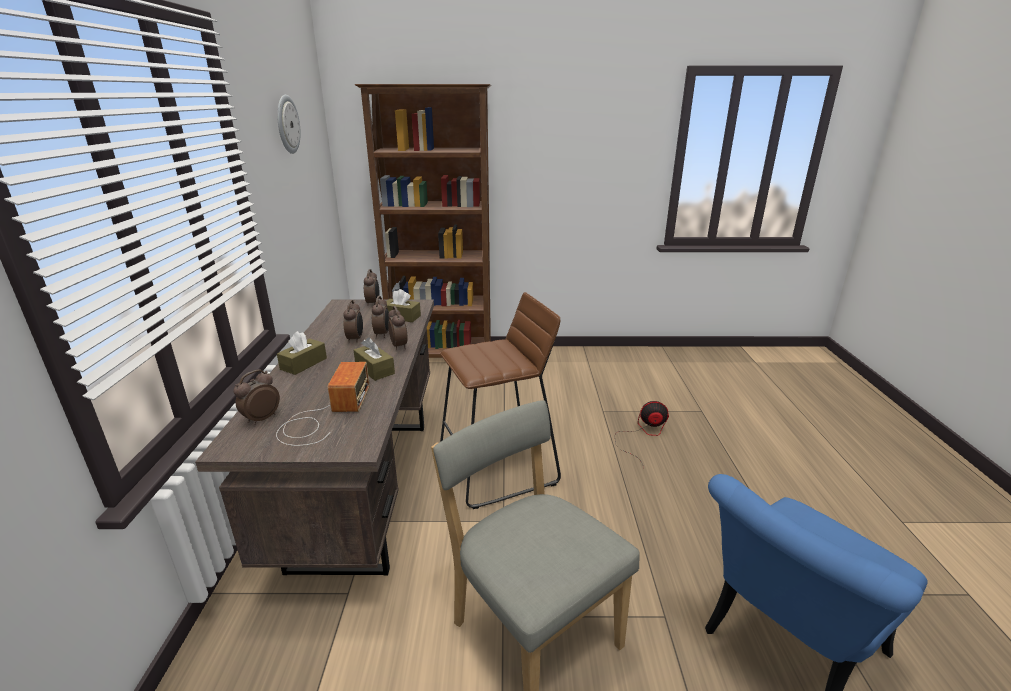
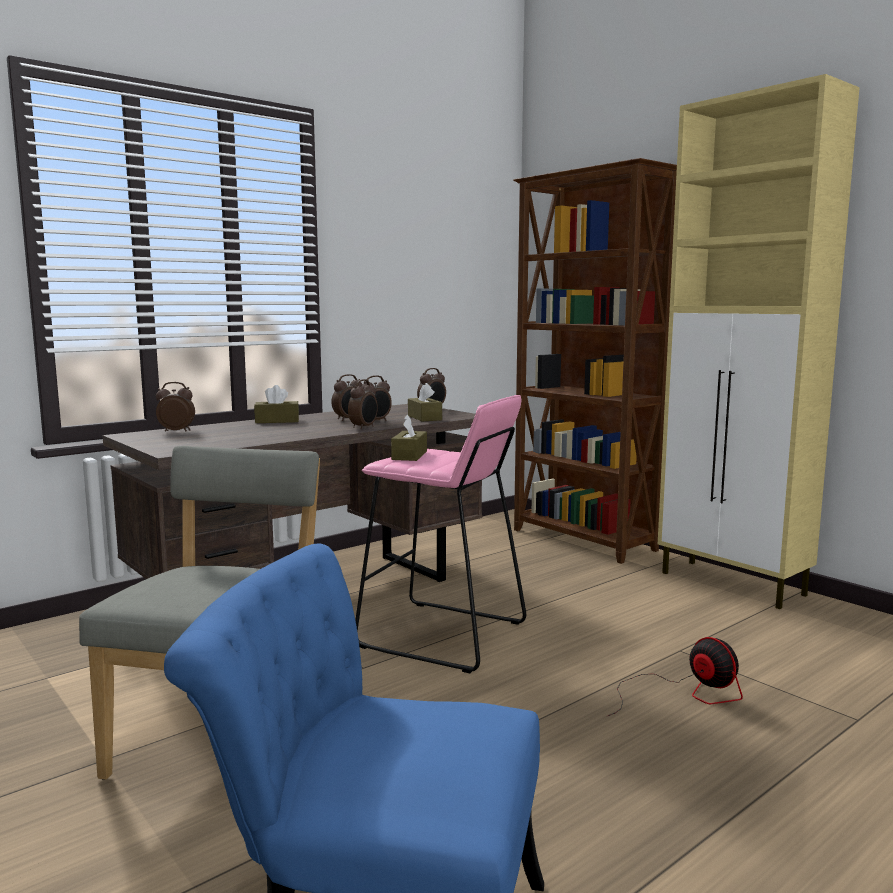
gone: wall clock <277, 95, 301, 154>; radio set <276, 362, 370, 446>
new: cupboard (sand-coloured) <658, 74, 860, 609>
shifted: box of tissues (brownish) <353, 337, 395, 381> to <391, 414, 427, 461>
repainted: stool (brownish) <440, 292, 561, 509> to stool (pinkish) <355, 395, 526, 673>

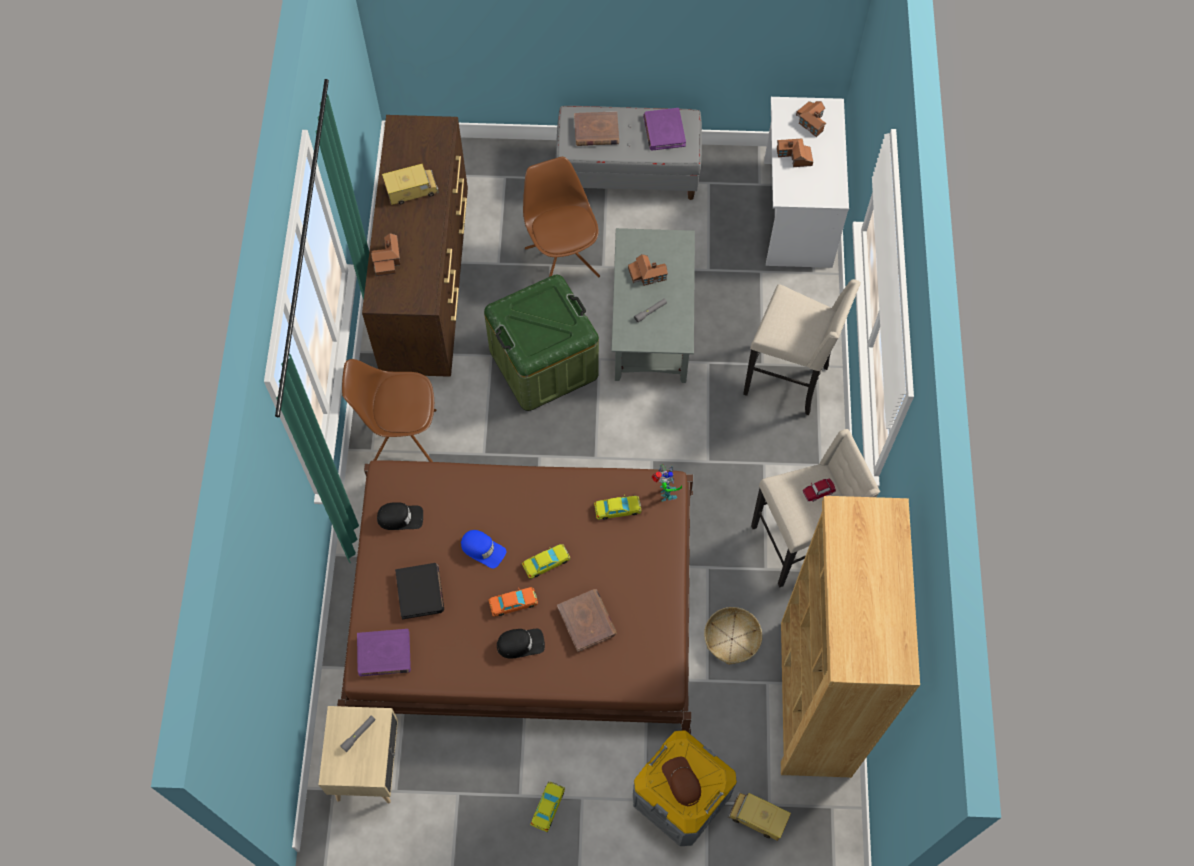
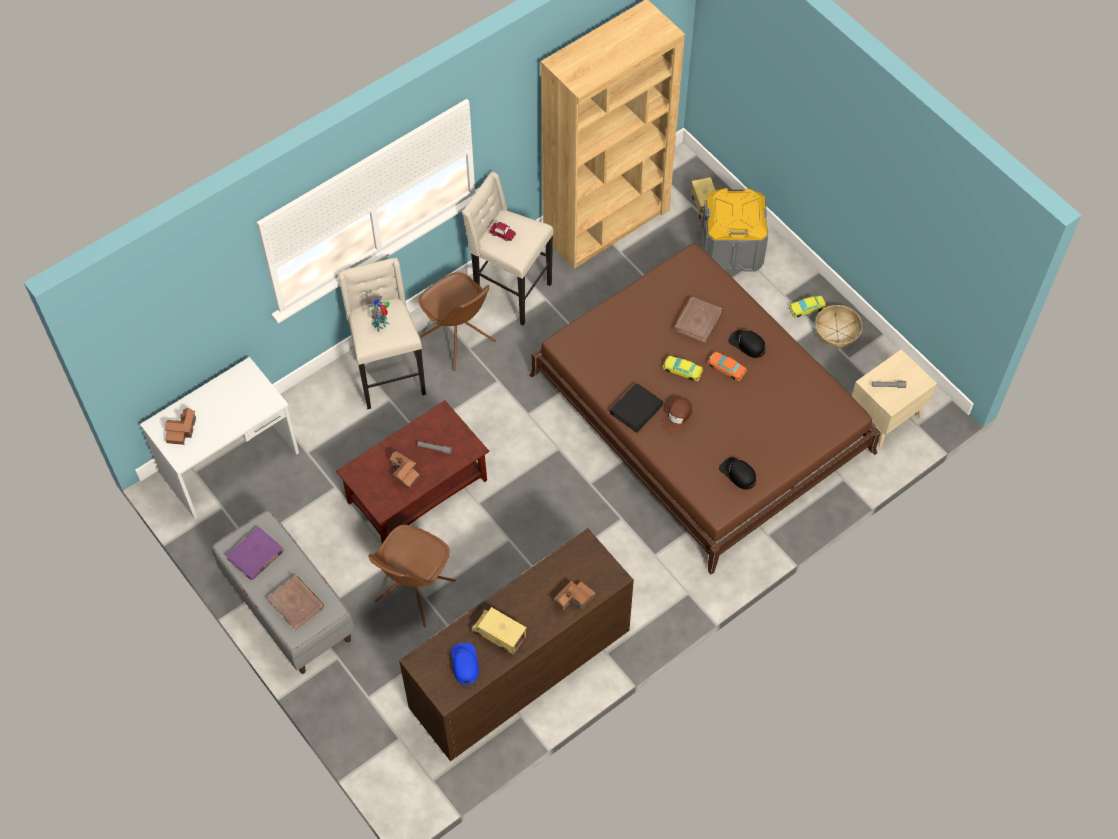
gone: model house <777, 138, 813, 167>; storage box (greenish) <484, 275, 599, 411>; miniature car (yellowish) <594, 495, 641, 520>; volume (purplish) <357, 629, 411, 676>
shifted: upright chair (brownish) <342, 359, 437, 462> to <418, 272, 496, 371>; toy robot <651, 464, 682, 502> to <369, 296, 390, 332>; baseball cap (blue) <461, 530, 507, 568> to <451, 643, 479, 685>; volume (blackish) <395, 563, 444, 619> to <610, 384, 663, 433>; basket <704, 607, 762, 665> to <815, 305, 862, 349>; baseball cap (brownish) <662, 757, 701, 806> to <662, 397, 692, 435>
repainted: low table (greyish) <611, 228, 695, 383> to low table (brownish) <336, 400, 489, 543>

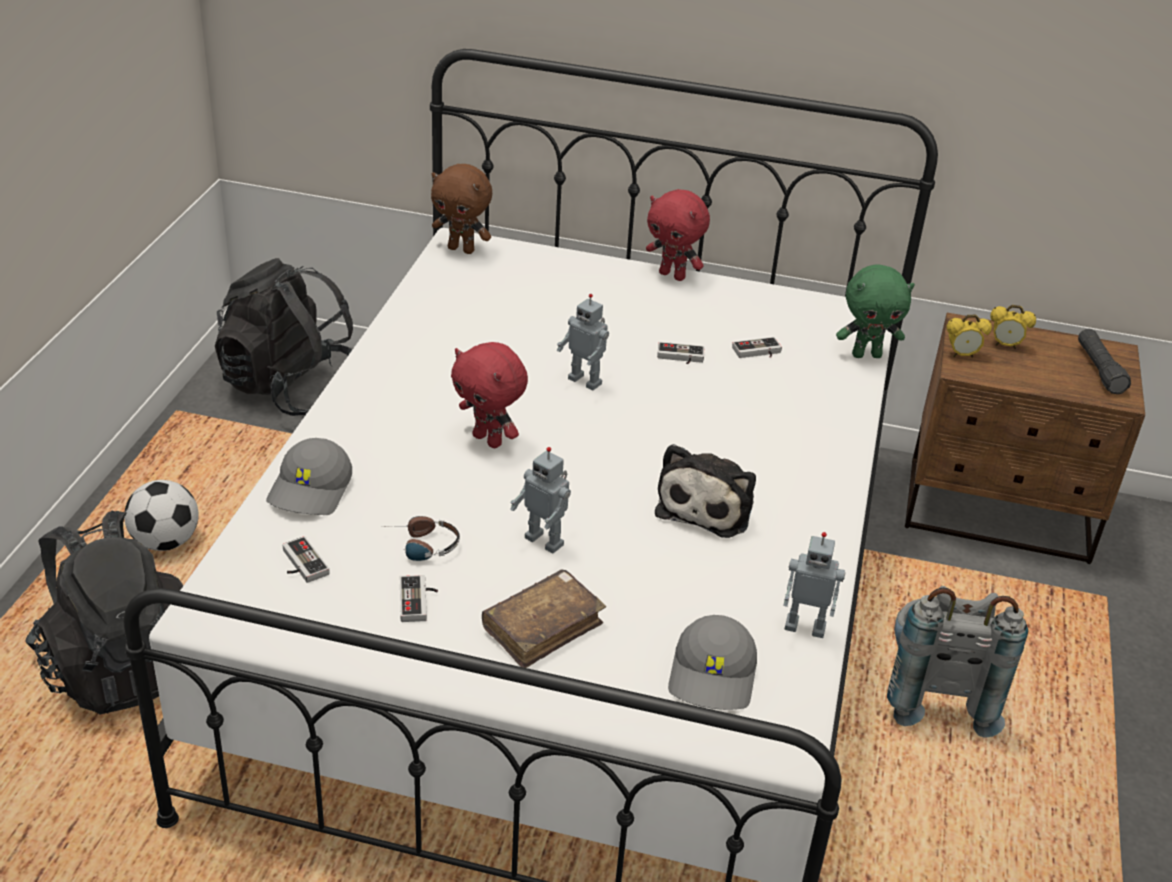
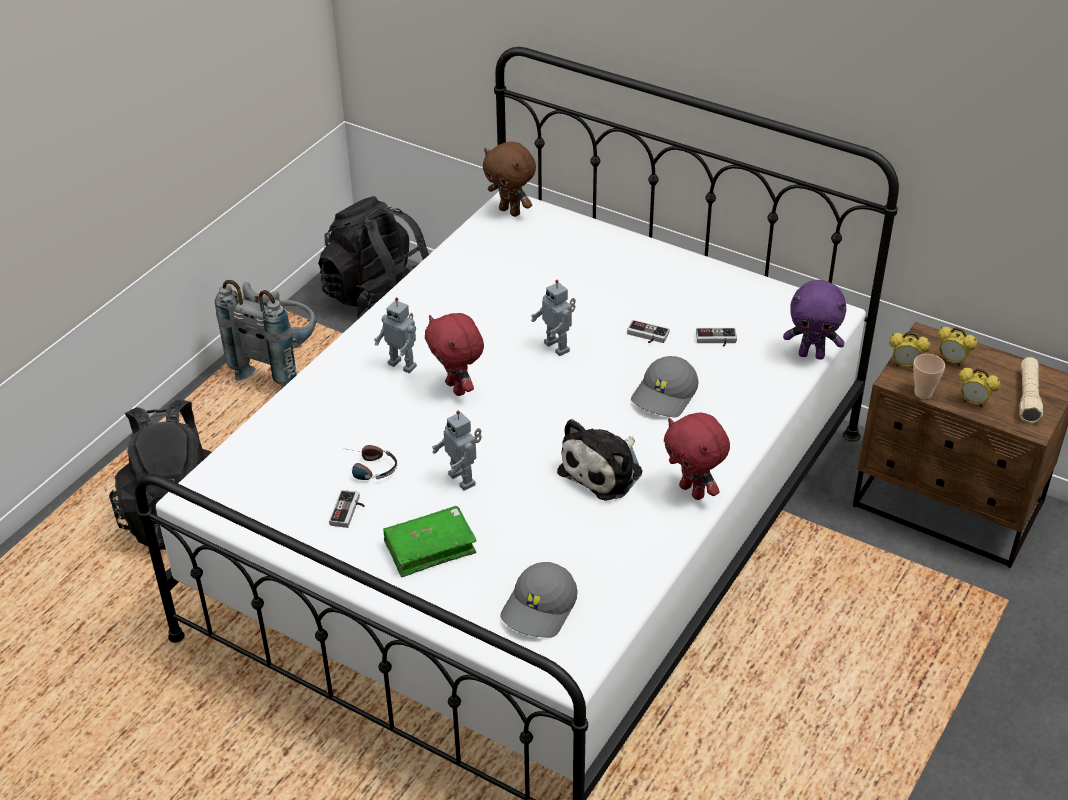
gone: football ball <124, 480, 199, 551>; joypad <282, 536, 330, 583>
new: cup <913, 354, 945, 399>; table clock <958, 368, 1000, 408>
shifted: cuddly toy (reddish) <646, 189, 710, 281> to <664, 412, 730, 500>; baseball cap (greyish) <266, 438, 352, 515> to <631, 356, 699, 418>; toy robot <783, 532, 845, 638> to <374, 298, 417, 373>; rucksack (greyish) <887, 586, 1028, 738> to <215, 280, 316, 389>
repainted: cuddly toy (greenish) <836, 264, 915, 358> to cuddly toy (purplish) <783, 280, 846, 360>; hand torch (blackish) <1078, 329, 1131, 394> to hand torch (sand-coloured) <1019, 357, 1043, 424>; volume (brownish) <482, 569, 606, 668> to volume (greenish) <383, 506, 477, 577>

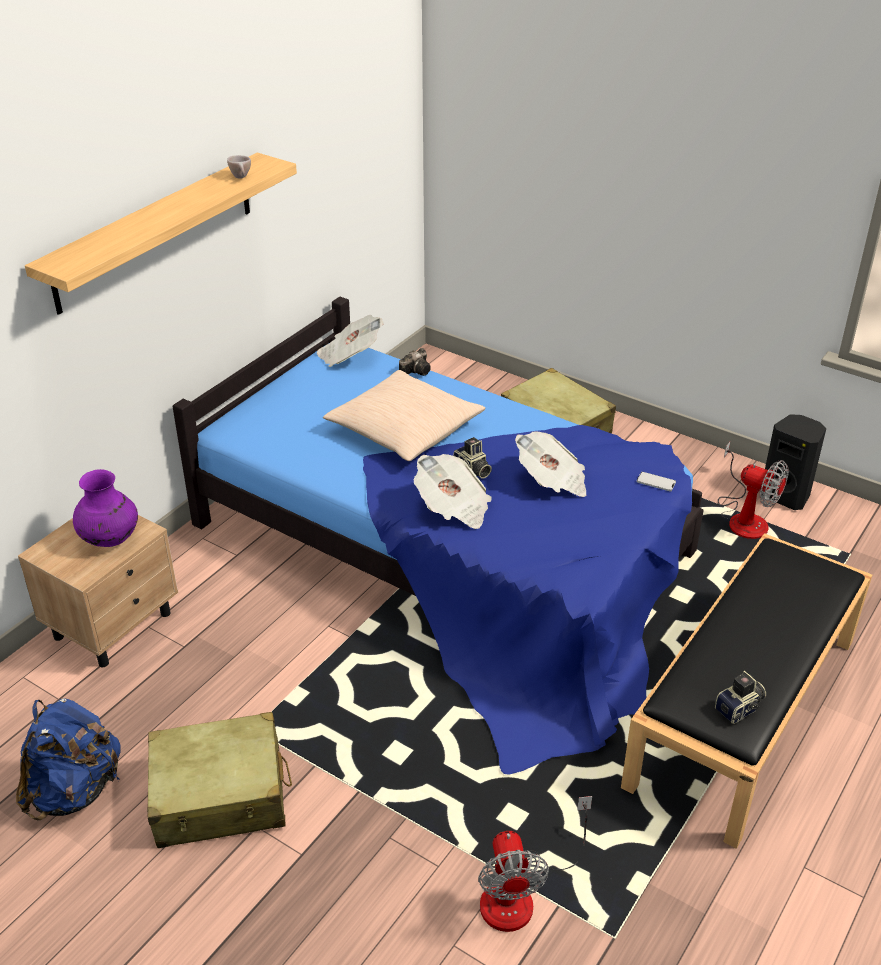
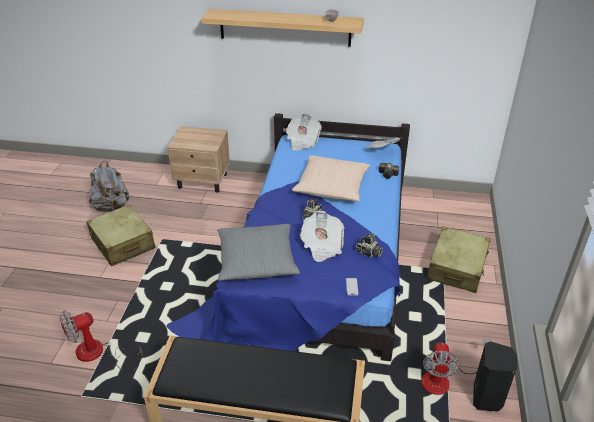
gone: vase (purplish) <73, 469, 138, 547>
new: pillow (greyish) <217, 224, 300, 281>
shifted: newspaper <413, 454, 492, 529> to <286, 114, 322, 150>; still camera <715, 671, 766, 724> to <355, 233, 383, 257>
repainted: rucksack (blue) <16, 698, 121, 821> to rucksack (greyish) <89, 161, 129, 212>

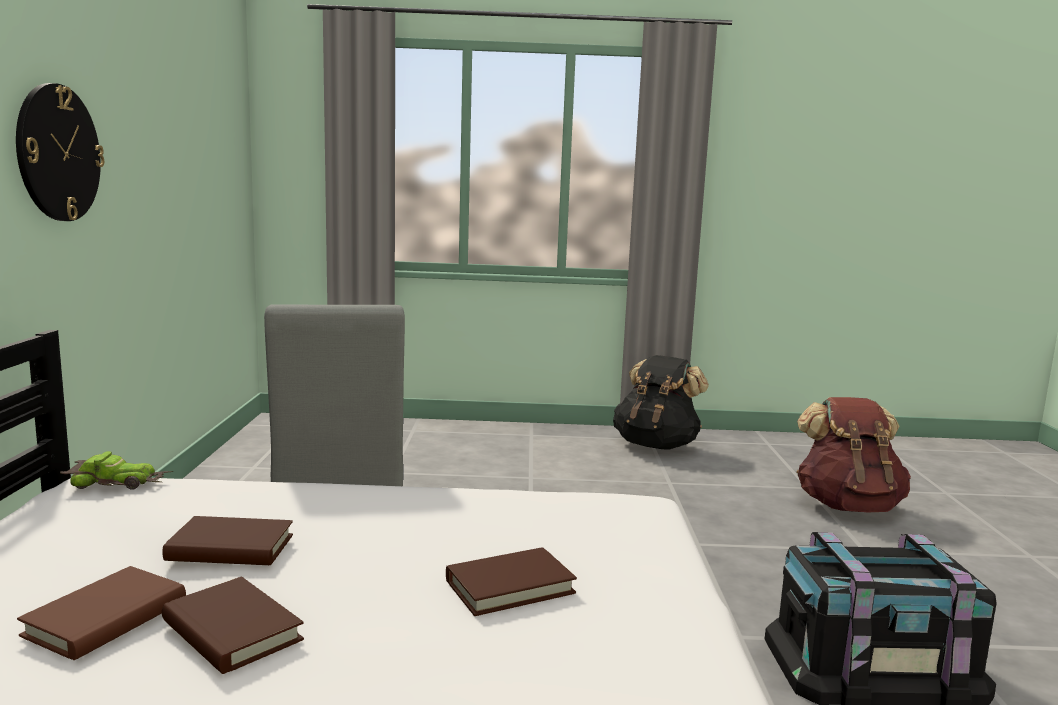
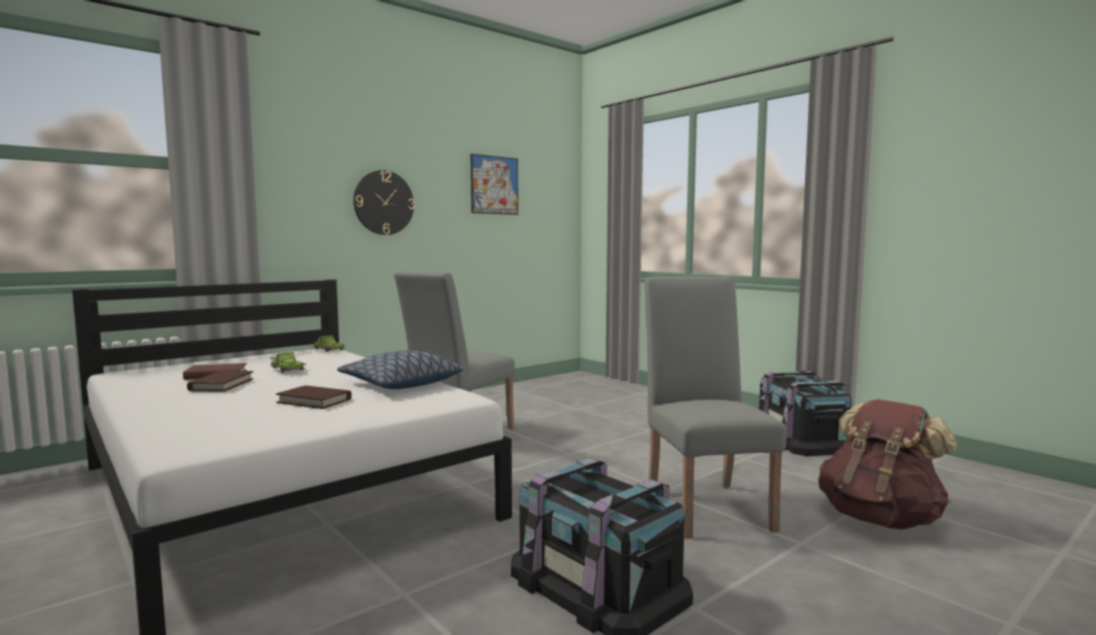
new: wall picture <471, 154, 518, 215>; upright chair (greyish) <644, 277, 787, 539>; pillow <337, 350, 464, 389>
swapped: rucksack (blackish) <613, 355, 709, 450> to storage box (blackish) <759, 371, 852, 456>; volume (brownish) <162, 516, 293, 565> to miniature car <270, 352, 306, 373>

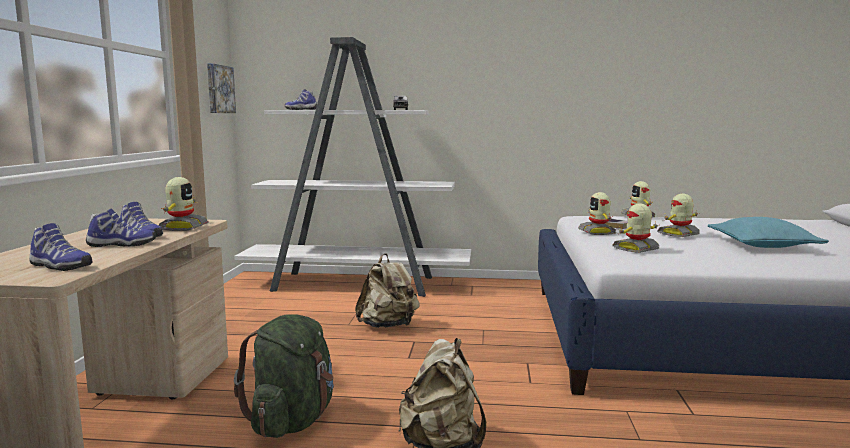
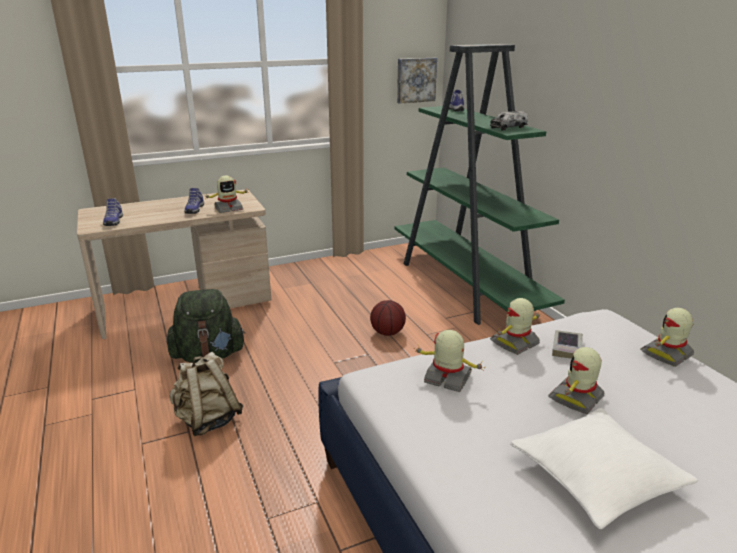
gone: shoe <86, 208, 156, 247>
swapped: rucksack (sand-coloured) <355, 253, 420, 328> to basketball <370, 300, 406, 336>
repainted: shelving unit (white-coloured) <234, 37, 471, 297> to shelving unit (greenish) <394, 44, 565, 325>; pillow (turquoise) <708, 217, 829, 248> to pillow (white-coloured) <510, 408, 698, 529>
rotated: toy robot <657, 194, 700, 237> = <548, 347, 605, 414> 75 degrees counterclockwise

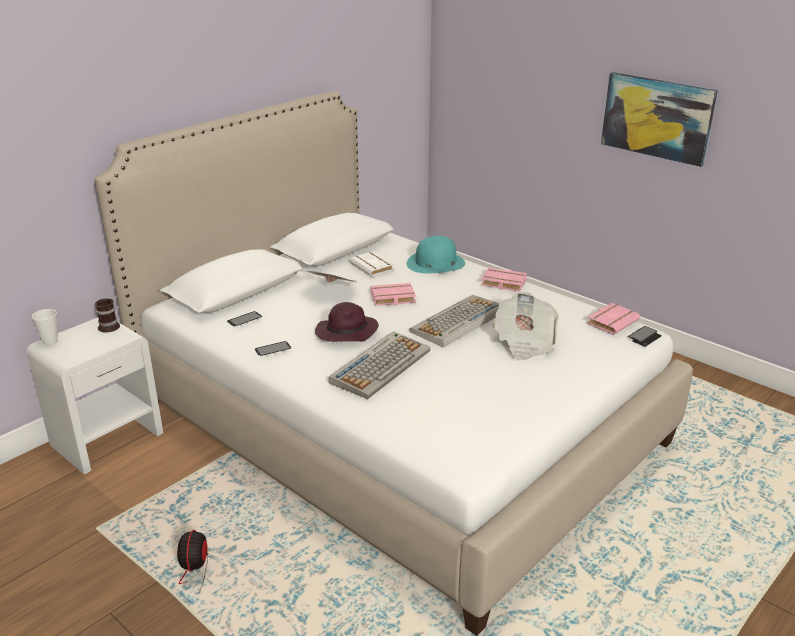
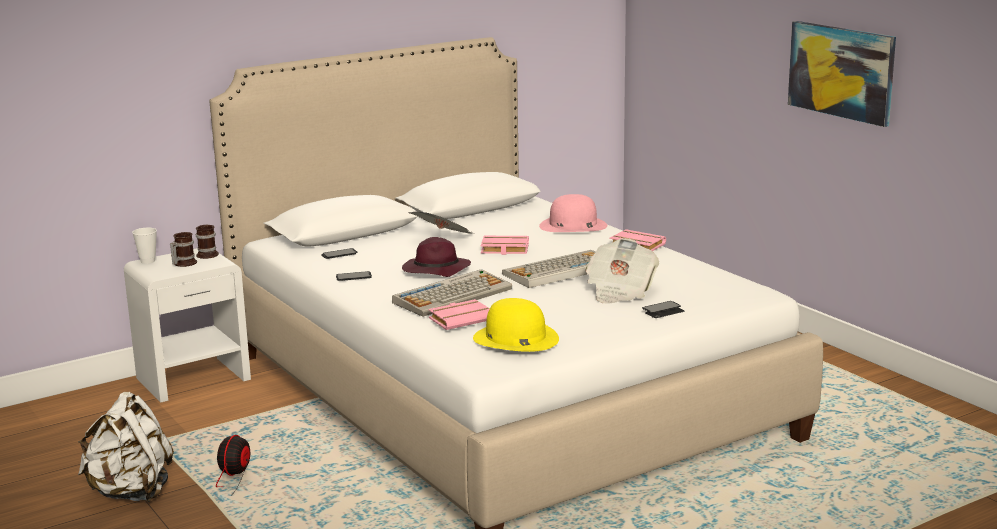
gone: volume (white-coloured) <350, 251, 395, 277>
new: coffee mug <170, 232, 197, 267>; wearable hat (yellowish) <473, 298, 559, 352>; rucksack (white-coloured) <78, 392, 174, 502>
shifted: volume (pinkish) <587, 303, 640, 335> to <428, 299, 490, 330>; phone <628, 326, 661, 347> to <642, 301, 684, 318>
repainted: wearable hat (turquoise) <406, 236, 465, 273> to wearable hat (pinkish) <539, 194, 607, 232>

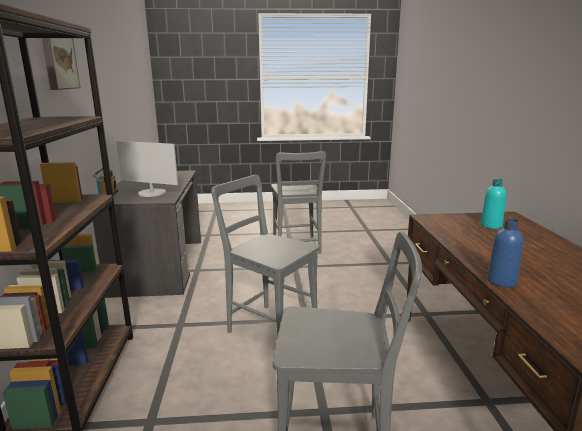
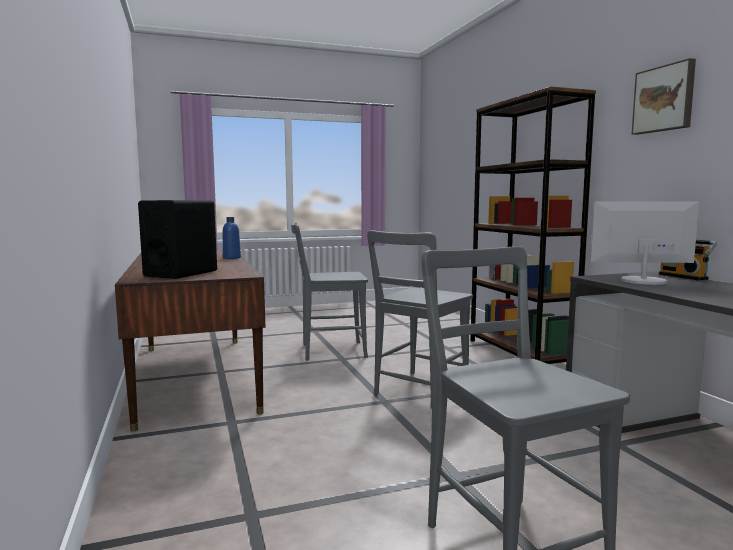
swapped: beverage bottle (turquoise) <480, 179, 506, 229> to speaker (blackish) <138, 200, 217, 279>
rotated: upright chair (greyish) <211, 175, 320, 337> = <367, 230, 473, 409> 105 degrees clockwise

